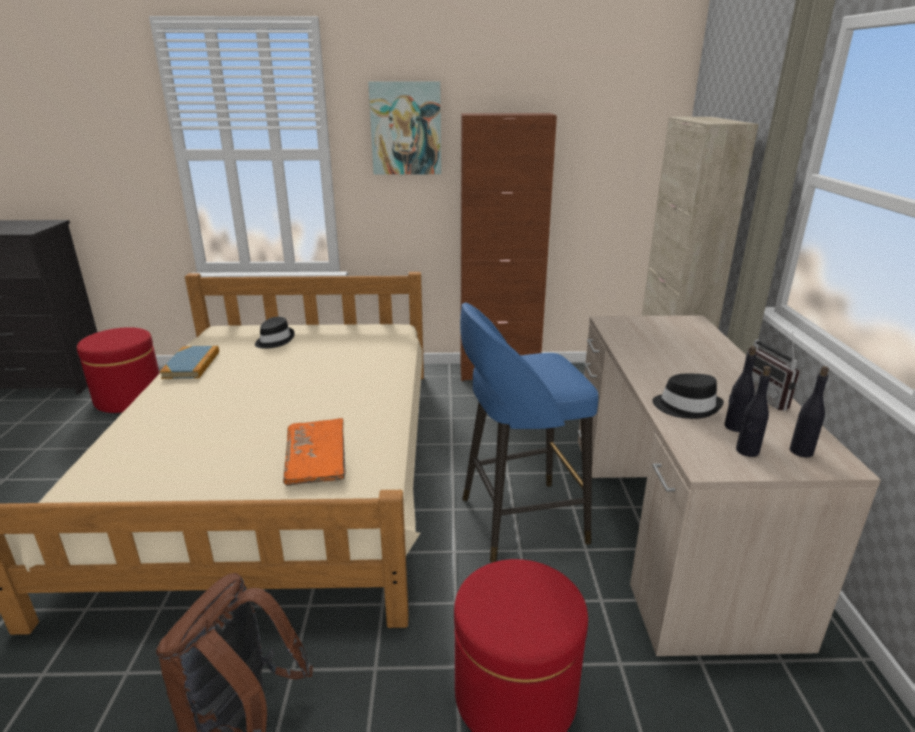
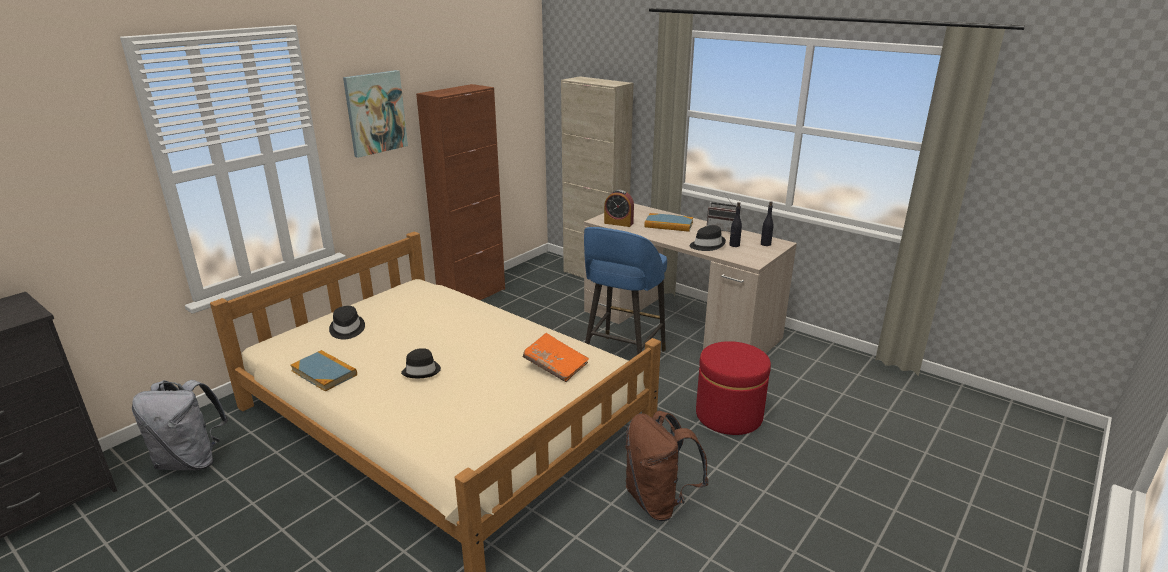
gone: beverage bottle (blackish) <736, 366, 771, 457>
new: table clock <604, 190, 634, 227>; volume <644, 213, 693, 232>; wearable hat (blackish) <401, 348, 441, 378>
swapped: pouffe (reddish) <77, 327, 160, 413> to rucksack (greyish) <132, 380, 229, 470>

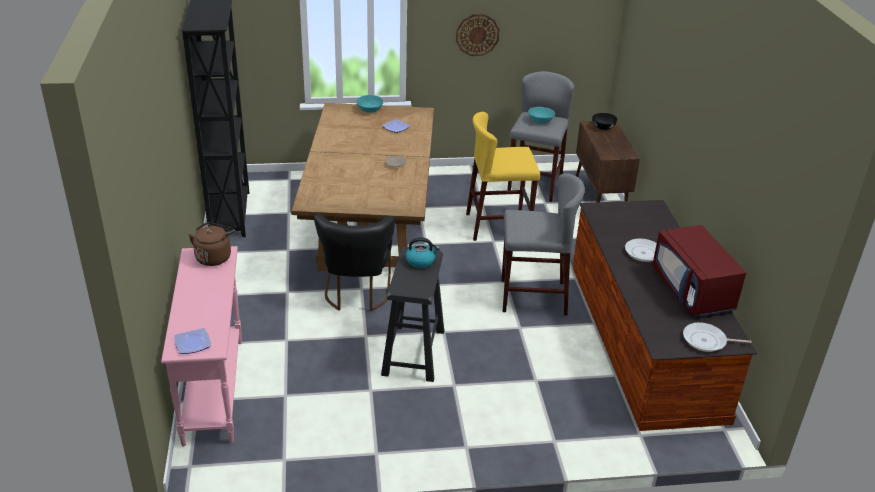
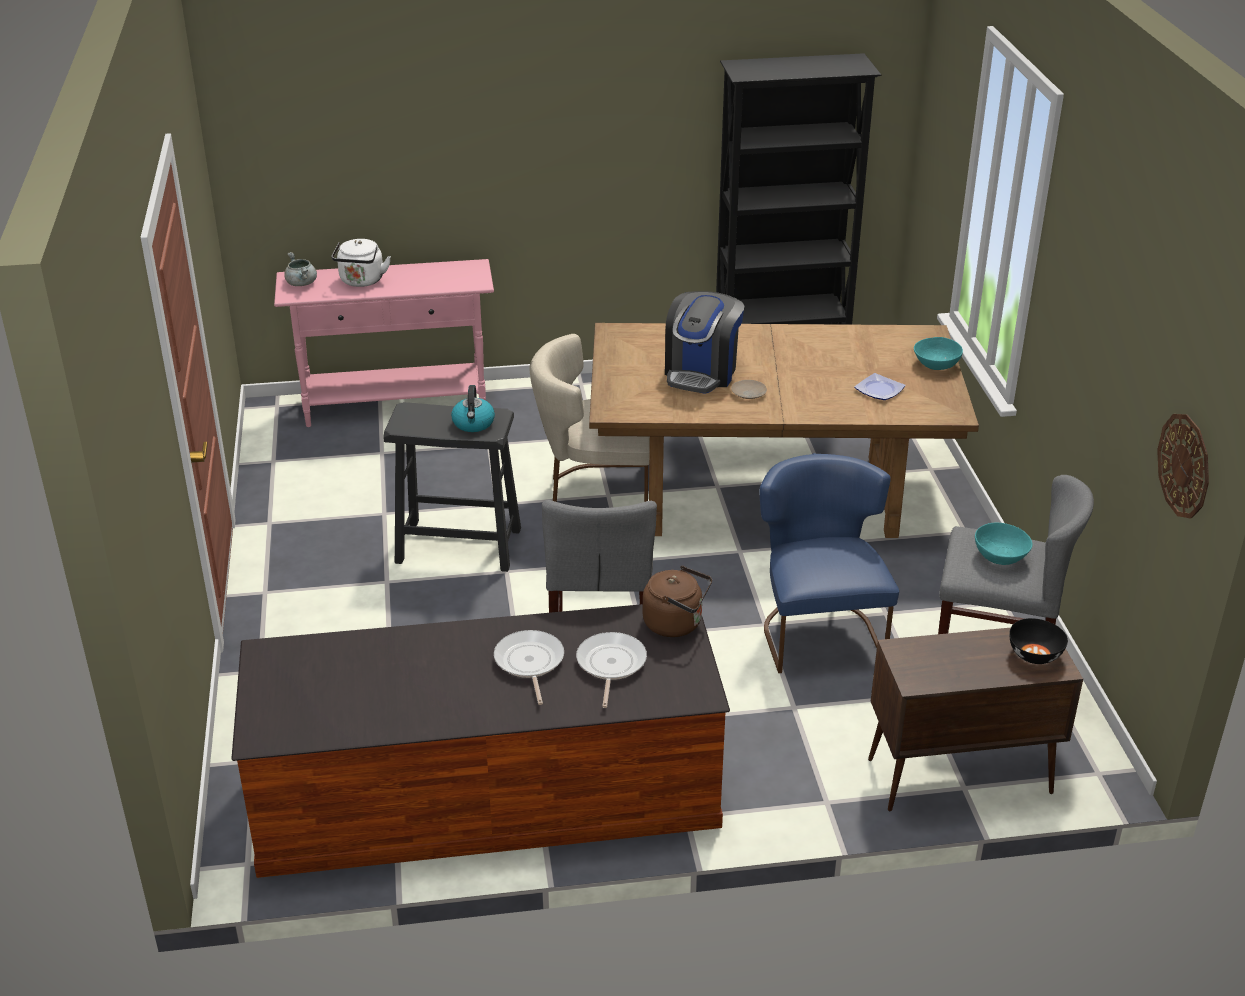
gone: kitchen microwave (reddish) <652, 225, 746, 316>
new: water kettle (white-coloured) <332, 239, 391, 287>; coffee maker <665, 291, 745, 394>
shifted: wall clock <456, 14, 500, 56> to <1157, 414, 1209, 518>; water kettle (brownish) <189, 222, 235, 266> to <643, 566, 712, 637>; frying pan <683, 323, 752, 352> to <576, 632, 647, 708>
swapped: stool (yellowish) <466, 112, 540, 241> to upright chair (blue) <759, 453, 899, 673>; plate <174, 328, 211, 354> to stockpot (greyish) <284, 252, 317, 286>
repainted: upright chair (blackish) <314, 214, 395, 311> to upright chair (sand-coloured) <529, 334, 650, 502>

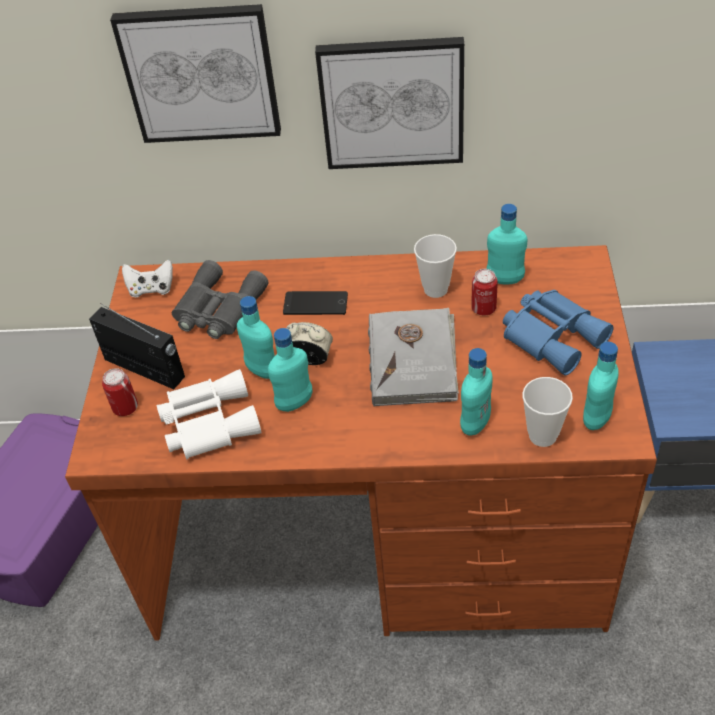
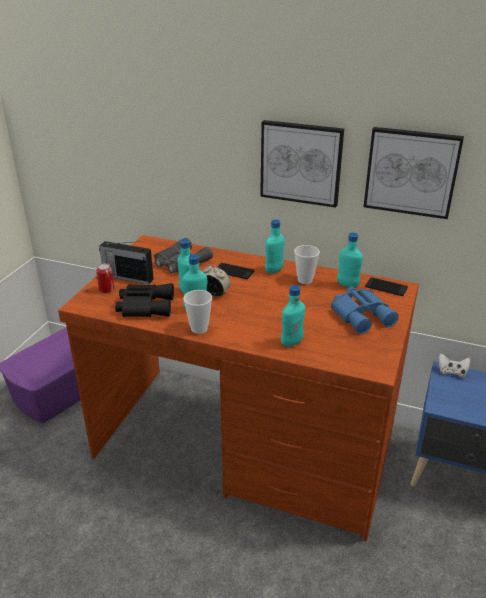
gone: sealed can <471, 269, 498, 315>; volume (greyish) <368, 308, 459, 406>
new: phone <365, 277, 408, 296>
shifted: wall picture <110, 4, 281, 143> to <364, 127, 464, 219>; joypad (white-coloured) <122, 260, 173, 298> to <439, 353, 470, 377>; beverage bottle (turquoise) <583, 342, 619, 430> to <265, 219, 285, 273>; cup <522, 377, 573, 447> to <183, 290, 212, 334>
repainted: binoculars (white-coloured) <156, 369, 262, 460> to binoculars (blackish) <115, 283, 174, 317>
rotated: radio set <89, 303, 185, 389> = <99, 241, 154, 285> 150 degrees clockwise

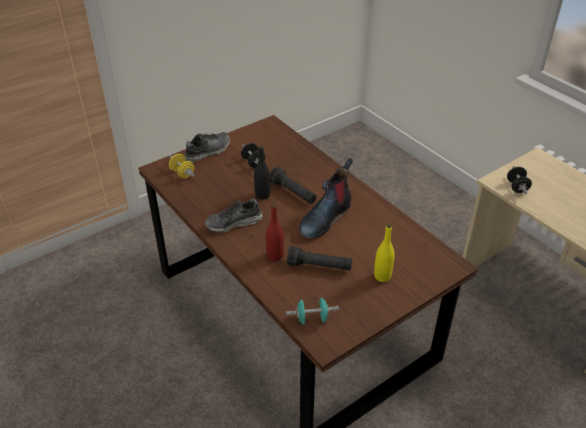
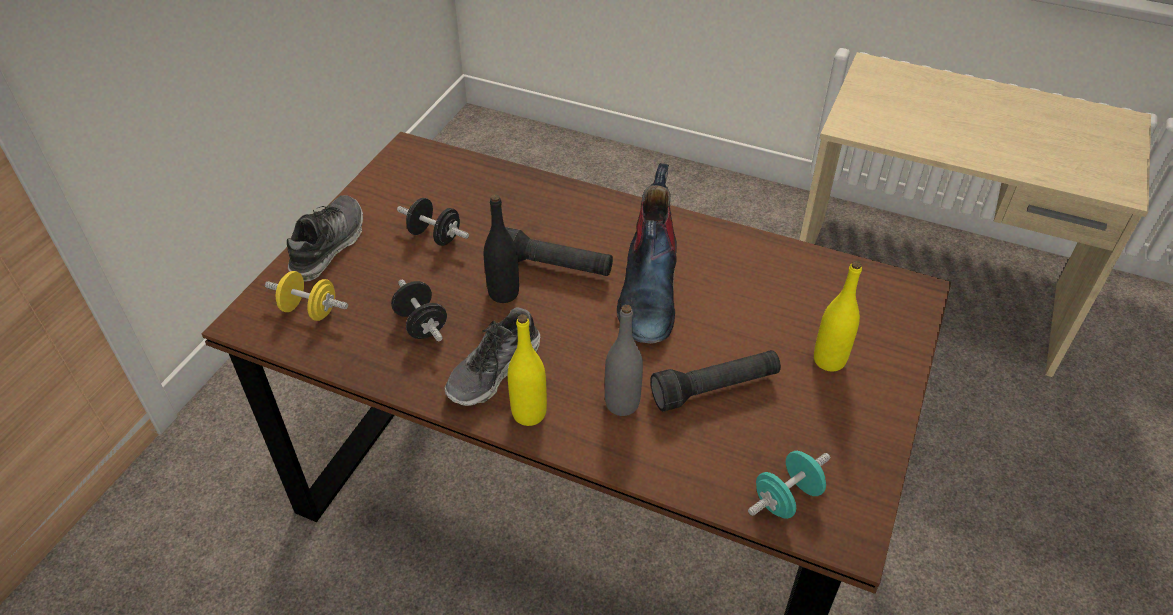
new: beverage bottle (yellowish) <508, 314, 547, 426>
shifted: free weight (blackish) <507, 166, 532, 194> to <391, 280, 447, 341>
repainted: beverage bottle (reddish) <266, 204, 284, 261> to beverage bottle (greyish) <605, 305, 643, 416>

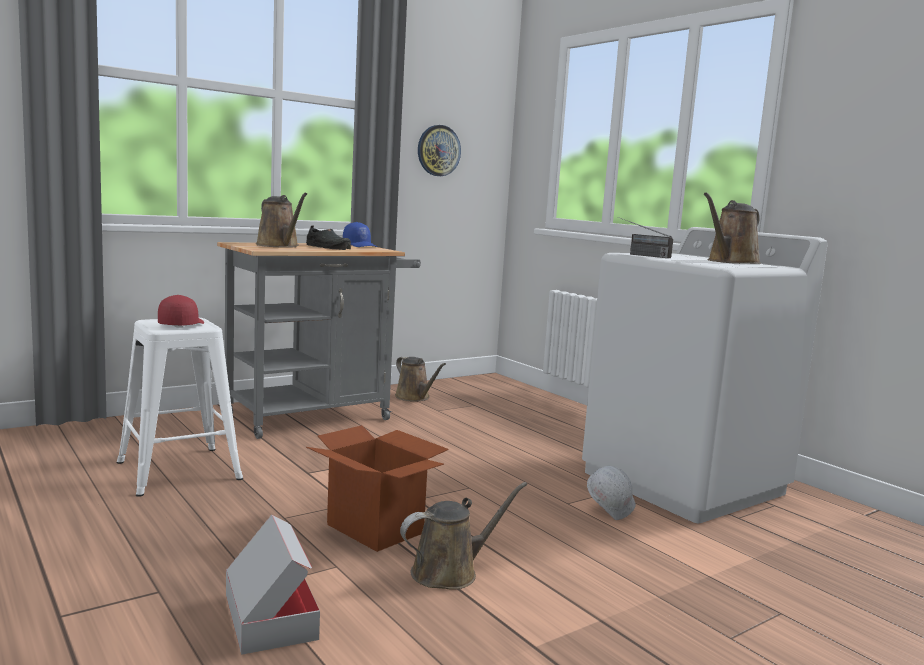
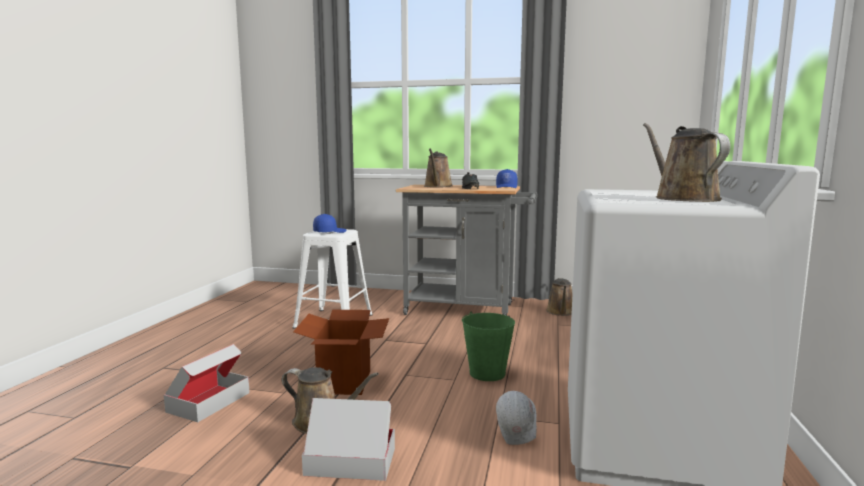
gone: wall clock <418, 125, 461, 176>; radio set <617, 217, 673, 258>
new: water bucket (greenish) <462, 312, 515, 381>; packing box <302, 398, 395, 481>
repainted: baseball cap (reddish) <158, 295, 204, 326> to baseball cap (blue) <313, 214, 346, 233>
rotated: watering can (brownish) <704, 193, 761, 264> = <643, 123, 730, 202> 75 degrees clockwise

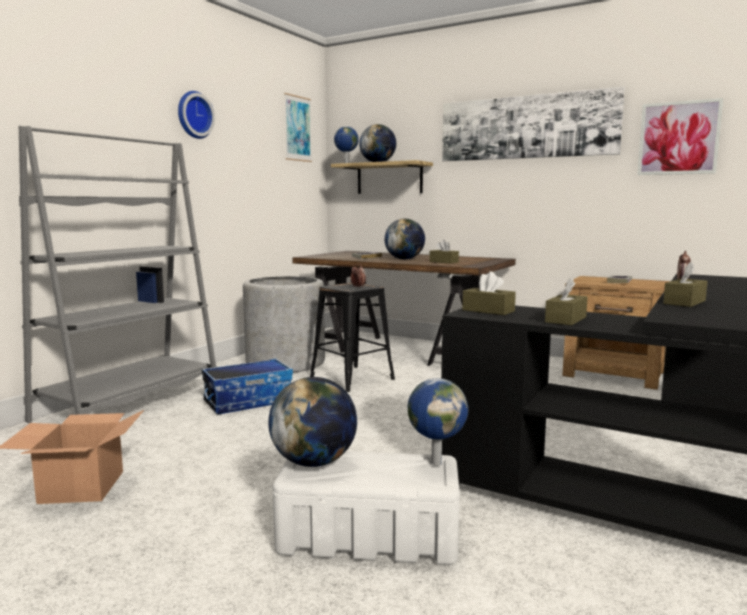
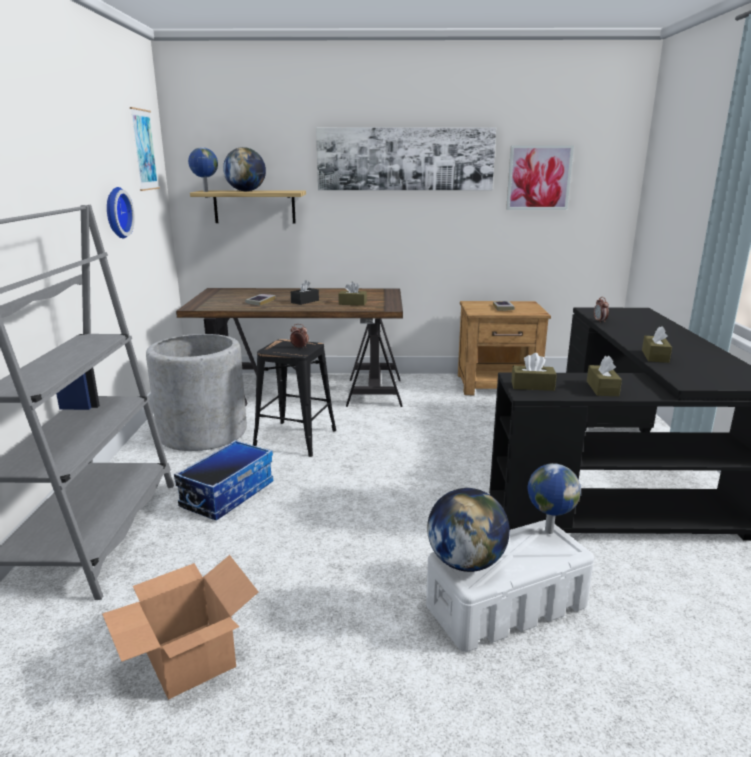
shifted: wall clock <178, 91, 215, 139> to <107, 187, 135, 238>
swapped: world globe <384, 218, 425, 259> to box of tissues (blackish) <291, 280, 319, 305>

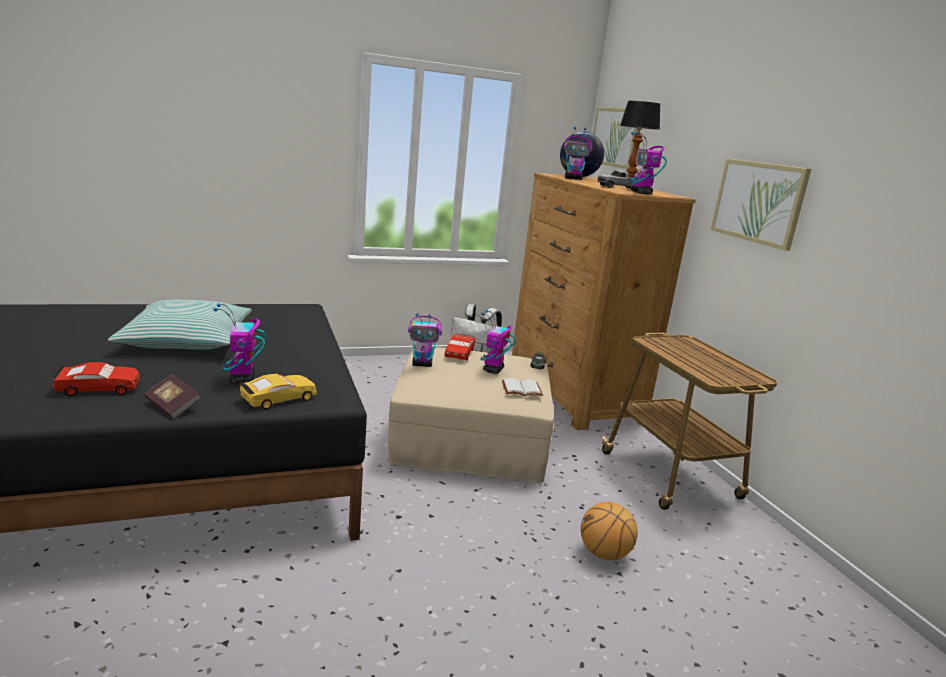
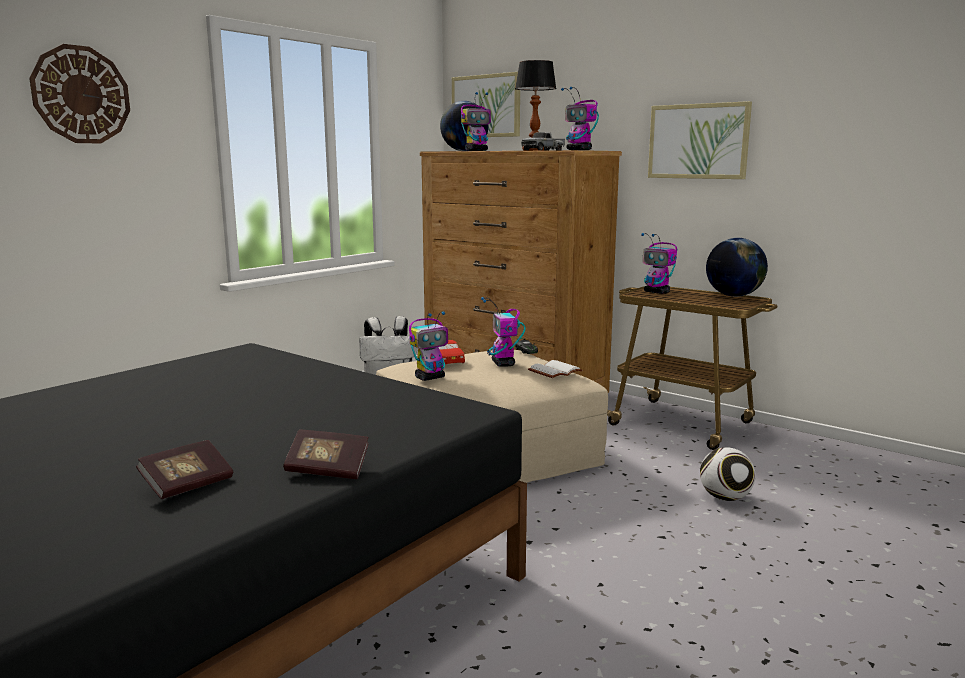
gone: pillow <108, 300, 252, 350>; miniature car (yellowish) <239, 374, 317, 409>
new: wall clock <29, 44, 130, 143>; world globe <706, 238, 768, 297>
shifted: toy robot <213, 303, 266, 384> to <641, 233, 677, 294>
swapped: miniature car (reddish) <51, 362, 140, 396> to volume <136, 440, 233, 499>; basketball <581, 502, 638, 560> to football ball <700, 447, 756, 501>

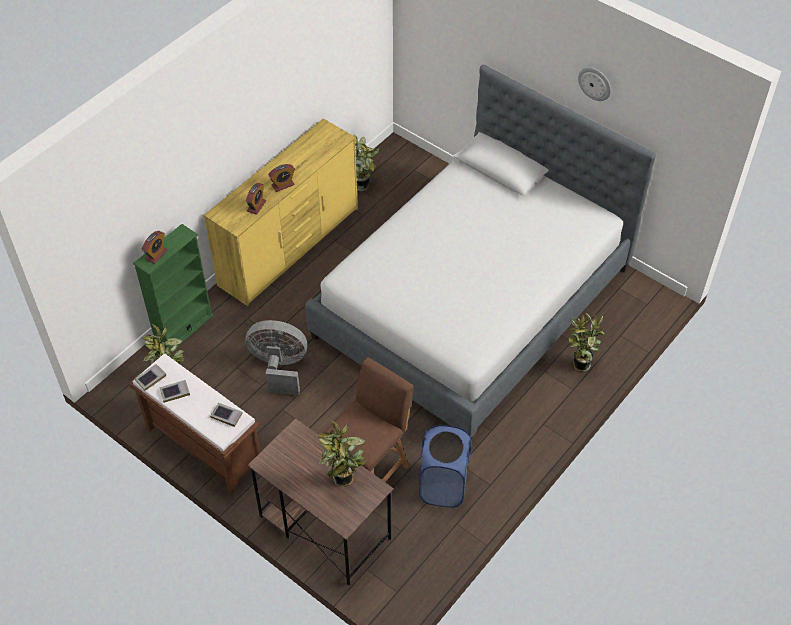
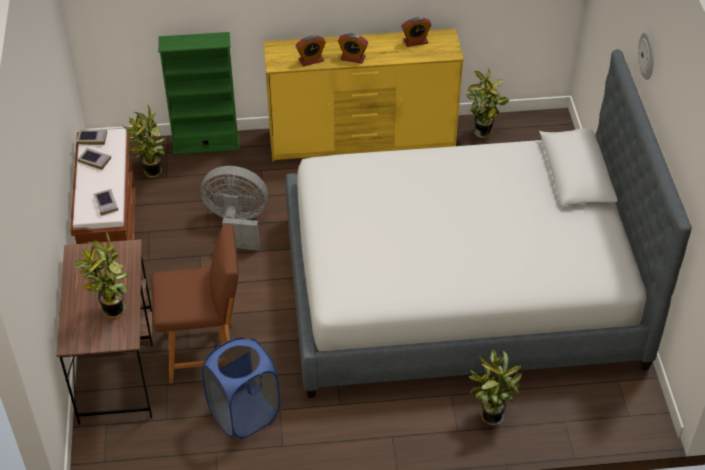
shifted: wall clock <578, 68, 611, 101> to <638, 33, 654, 80>; table clock <142, 231, 168, 264> to <402, 17, 431, 47>
rotated: cooling fan (greyish) <246, 320, 307, 395> = <200, 166, 268, 250> 45 degrees counterclockwise

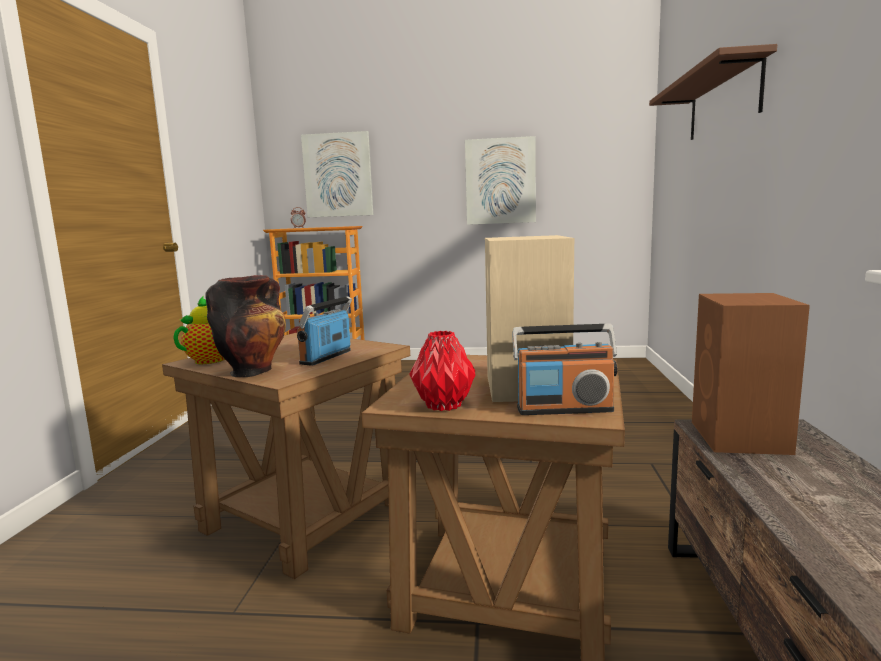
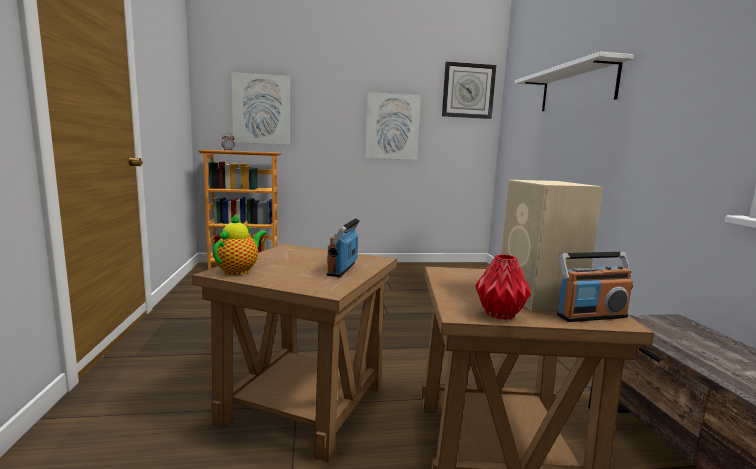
gone: vase <205, 275, 286, 377>; speaker (brownish) <692, 293, 810, 455>
new: wall clock <442, 61, 496, 119>
repainted: bracket shelf (brownish) <649, 44, 777, 140> to bracket shelf (white-coloured) <515, 52, 634, 111>

